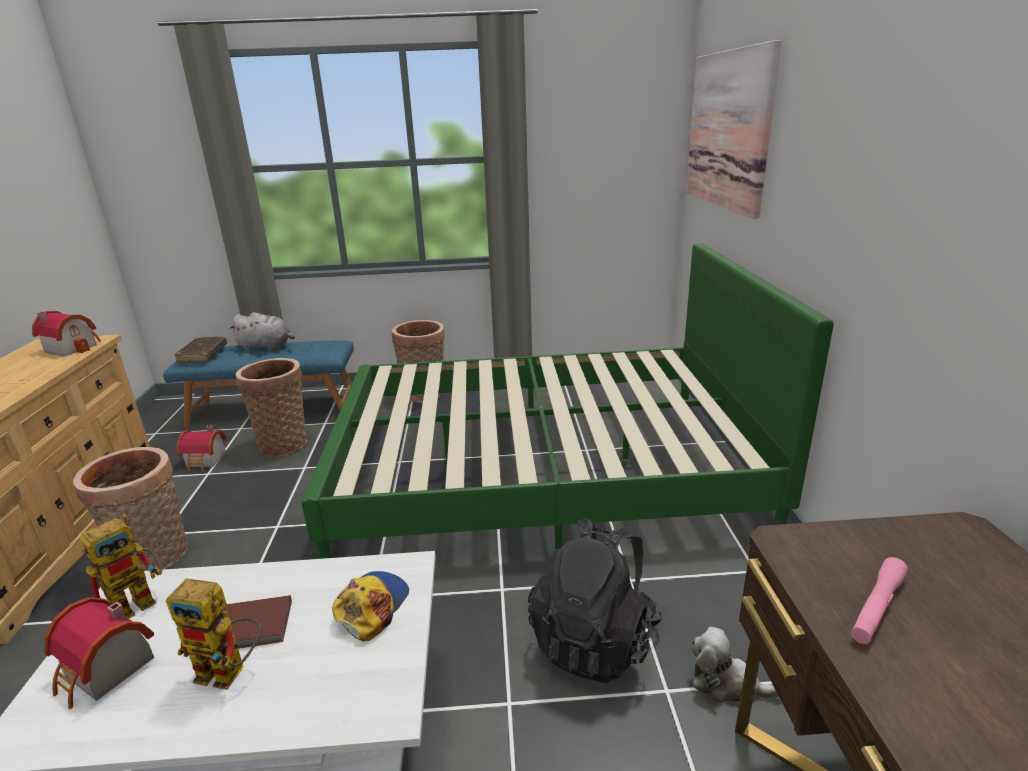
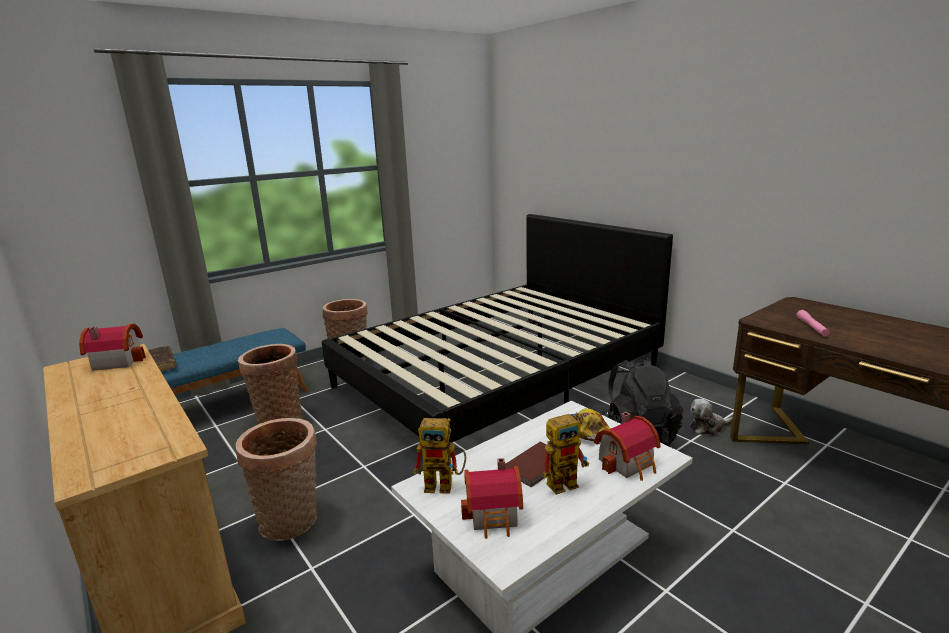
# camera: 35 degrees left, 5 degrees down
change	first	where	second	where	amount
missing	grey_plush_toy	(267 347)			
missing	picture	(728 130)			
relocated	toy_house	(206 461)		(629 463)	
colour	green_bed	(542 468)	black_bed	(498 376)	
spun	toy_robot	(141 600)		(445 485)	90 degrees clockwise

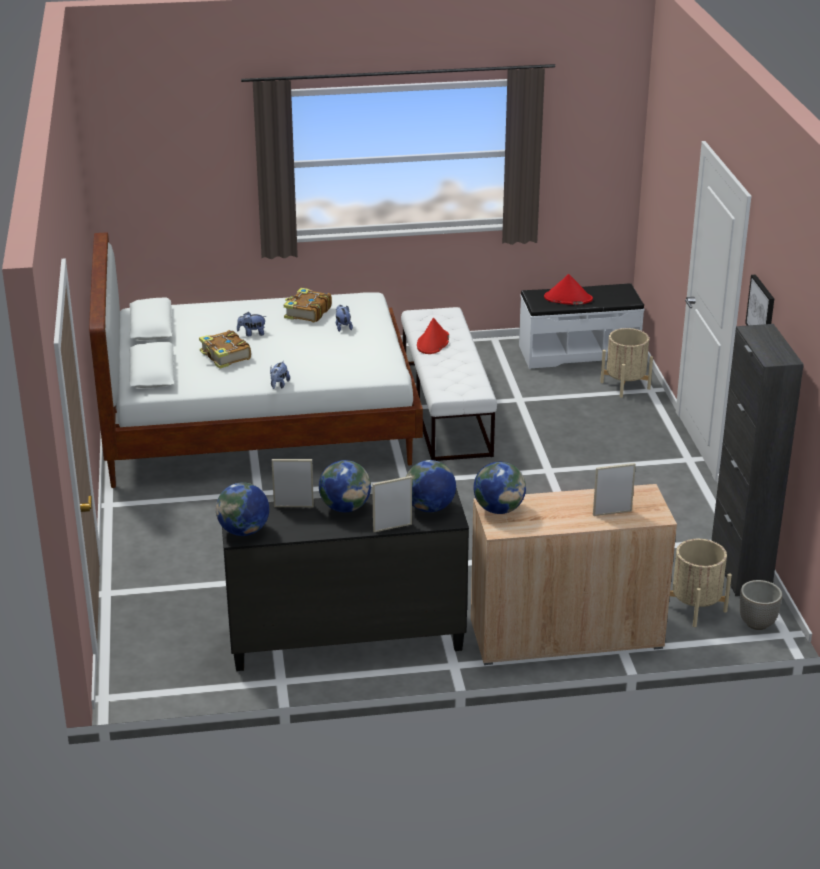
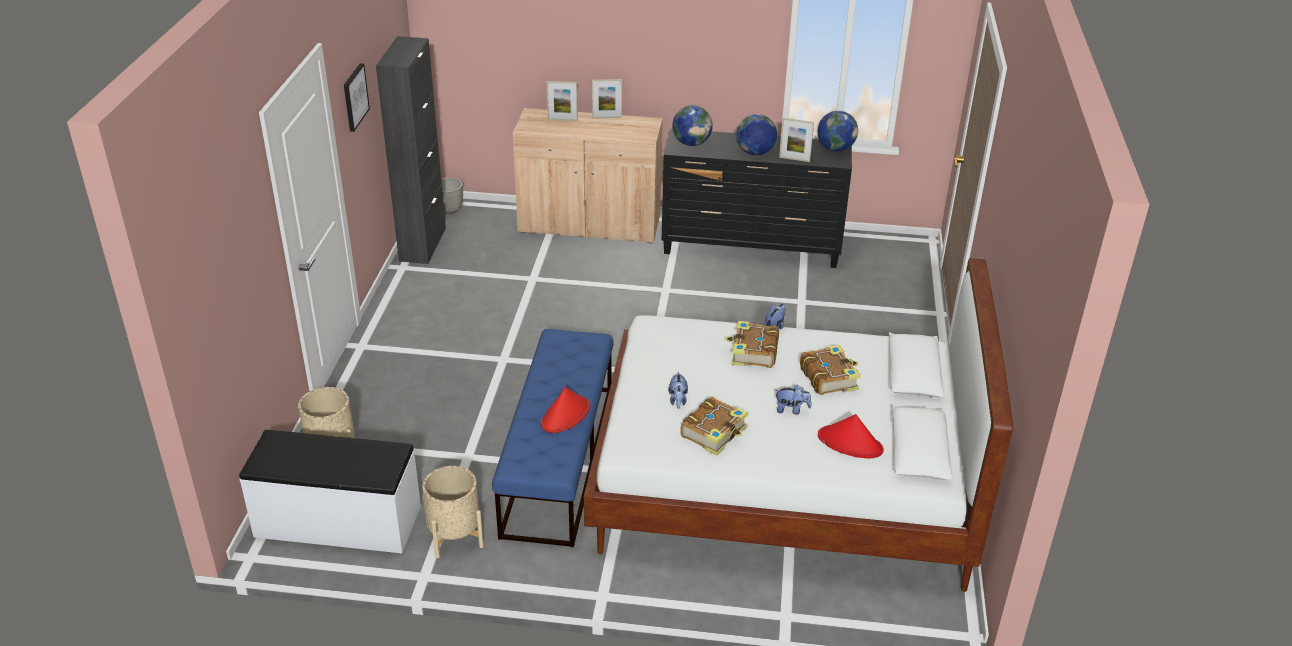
# camera: 165 degrees left, 5 degrees up
change	first	where	second	where	amount
missing	globe	(499 509)			
appeared			book	(753 353)	
relocated	picture_frame	(392 527)		(607 117)	
relocated	red_hat	(568 298)		(850 443)	
relocated	beige_planter	(695 608)		(454 536)	
colour	white_bench	(445 408)	blue_bench	(558 460)	

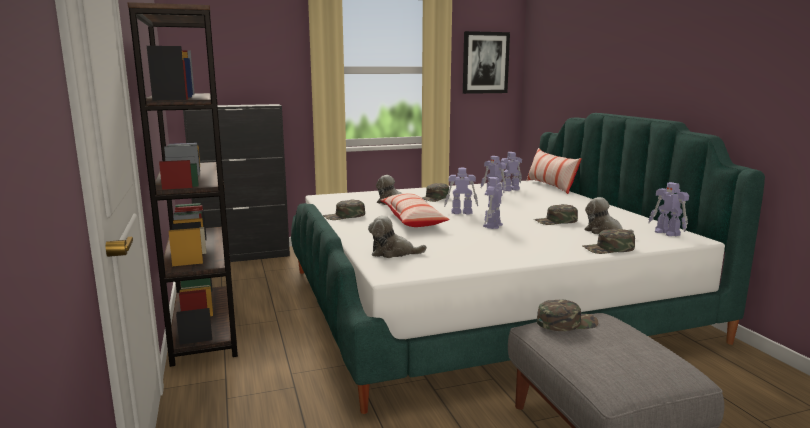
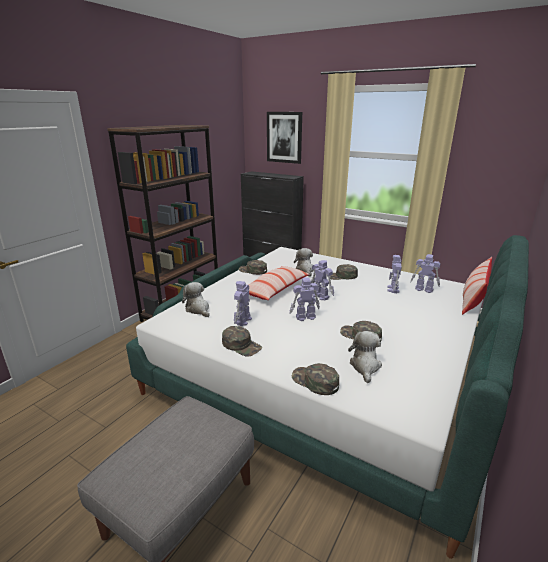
# camera: 50 degrees right, 10 degrees up
change	first	where	second	where	amount
relocated	picture	(485 63)		(284 137)	
relocated	green_cap	(566 322)		(241 345)	
relocated	toy_robot	(667 233)		(242 321)	

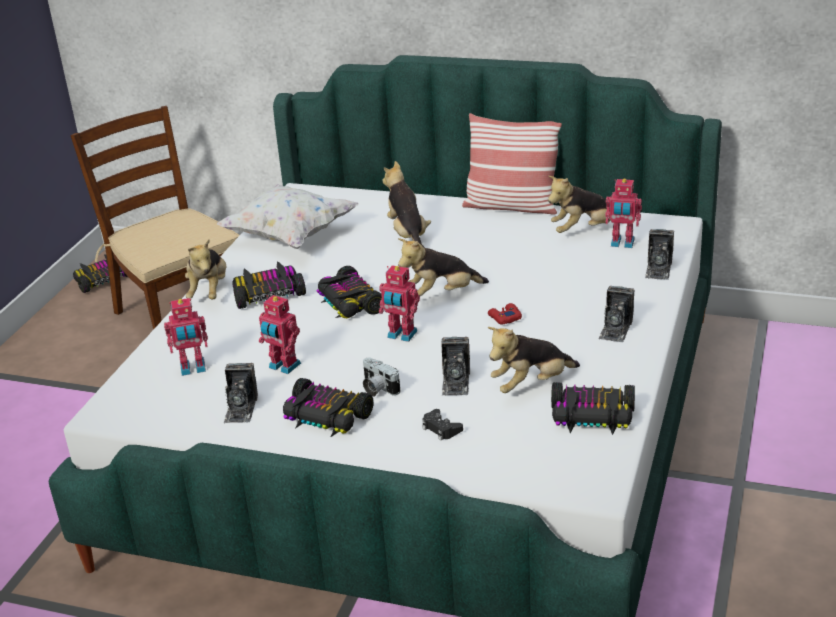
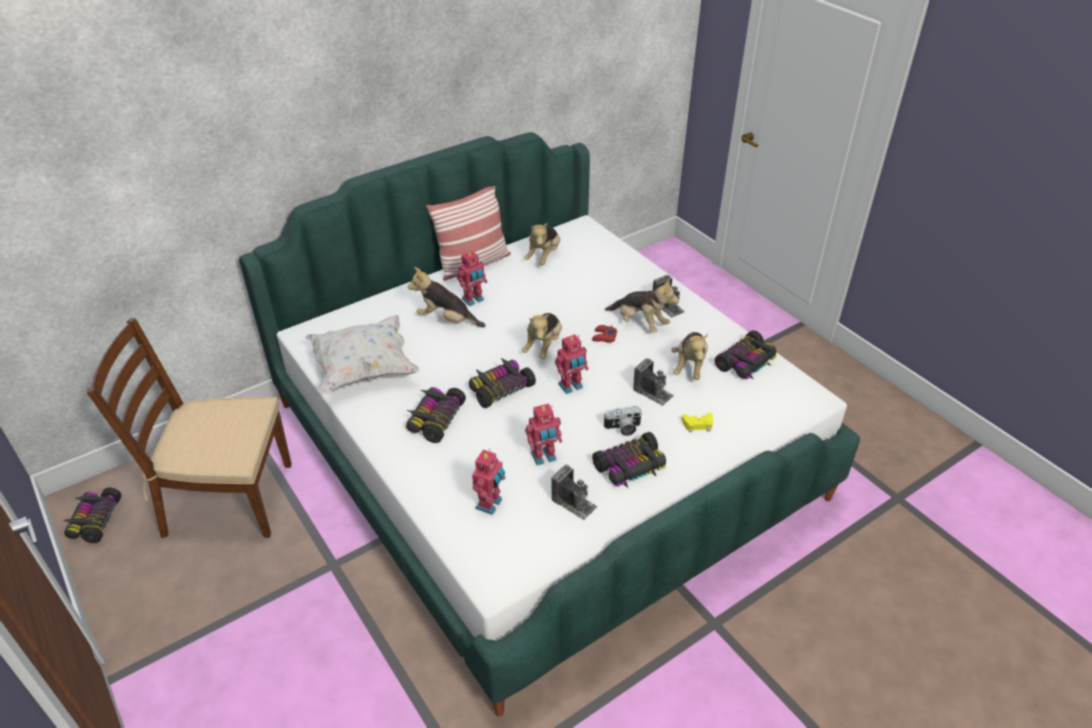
# camera: 55 degrees left, 10 degrees up
change	first	where	second	where	amount
missing	photo_camera	(658 269)			
relocated	plush_toy	(209 291)		(640 323)	
relocated	toy_robot	(622 243)		(473 300)	
colour	black_game_controller	(441 429)	yellow_game_controller	(697 424)	
spun	toy_car	(349 303)		(500 388)	135 degrees clockwise

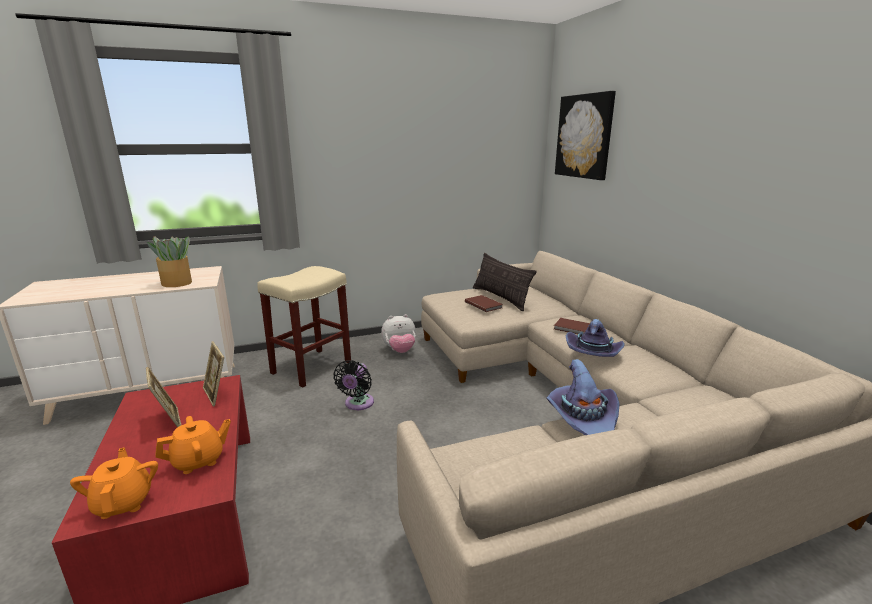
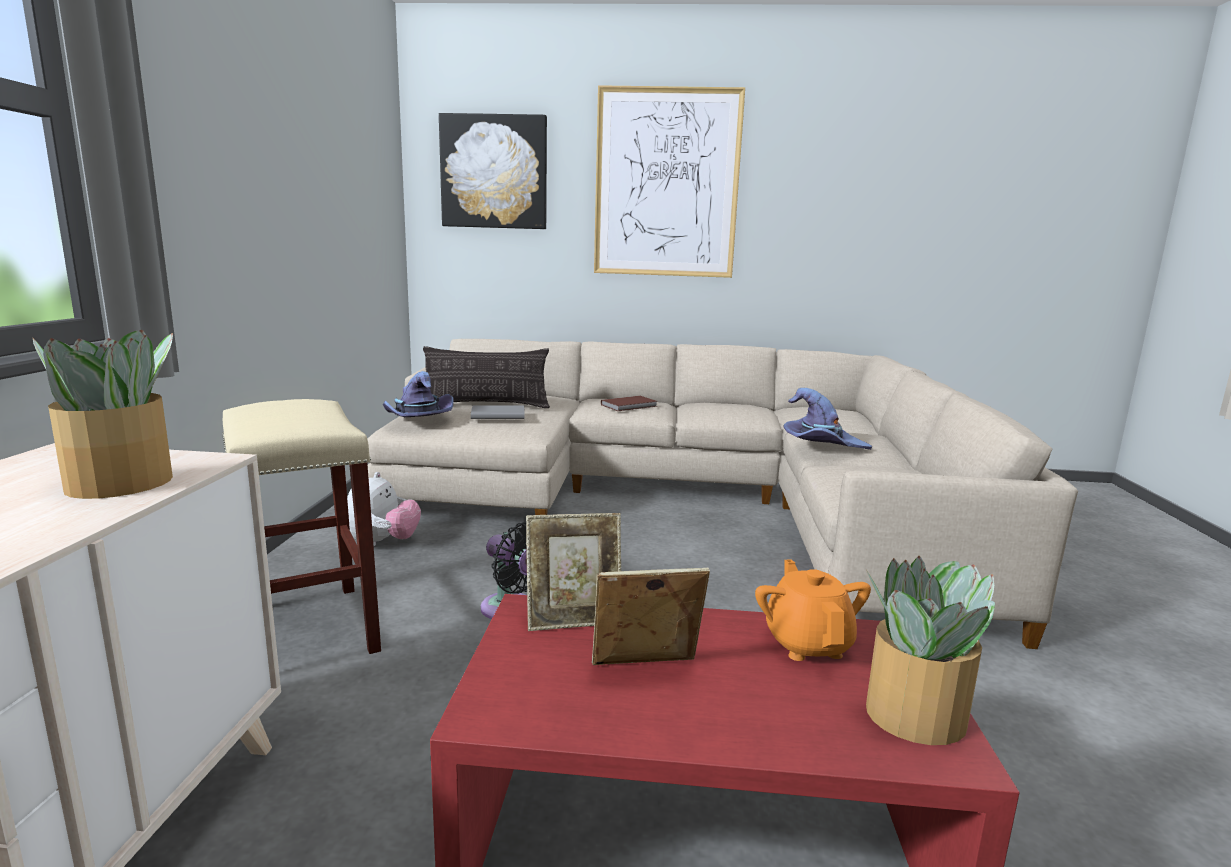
# camera: 65 degrees left, 5 degrees down
change	first	where	second	where	amount
appeared			picture	(666 184)	
relocated	purple_hat	(593 353)		(417 420)	
exchanged	orange_teapot	(124 502)	potted_plant	(912 715)	
colour	brown_book	(483 304)	grey_book	(497 414)	

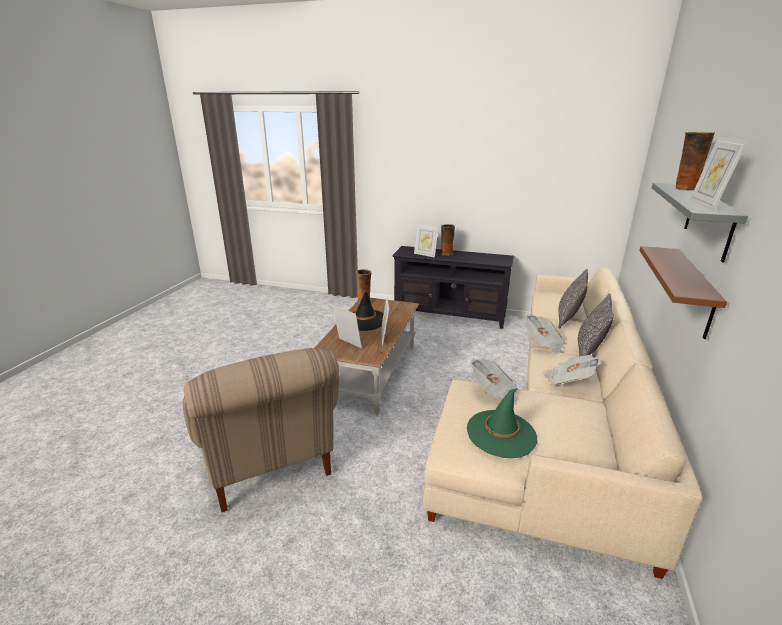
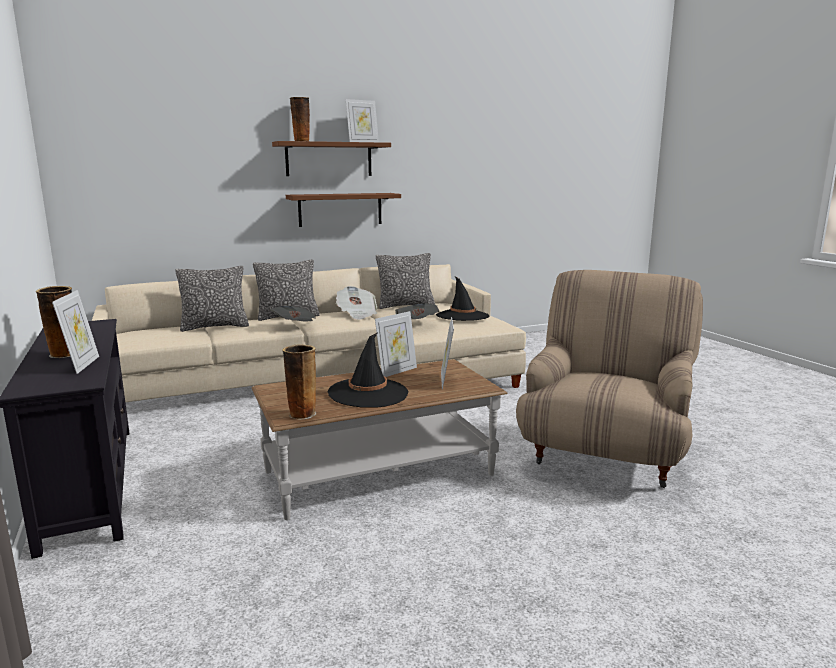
# camera: 130 degrees left, 10 degrees down
change	first	where	second	where	amount
appeared			pillow	(405 306)	
colour	green_hat	(501 433)	black_hat	(462 316)	
colour	grey_shelf	(709 221)	brown_shelf	(329 159)	

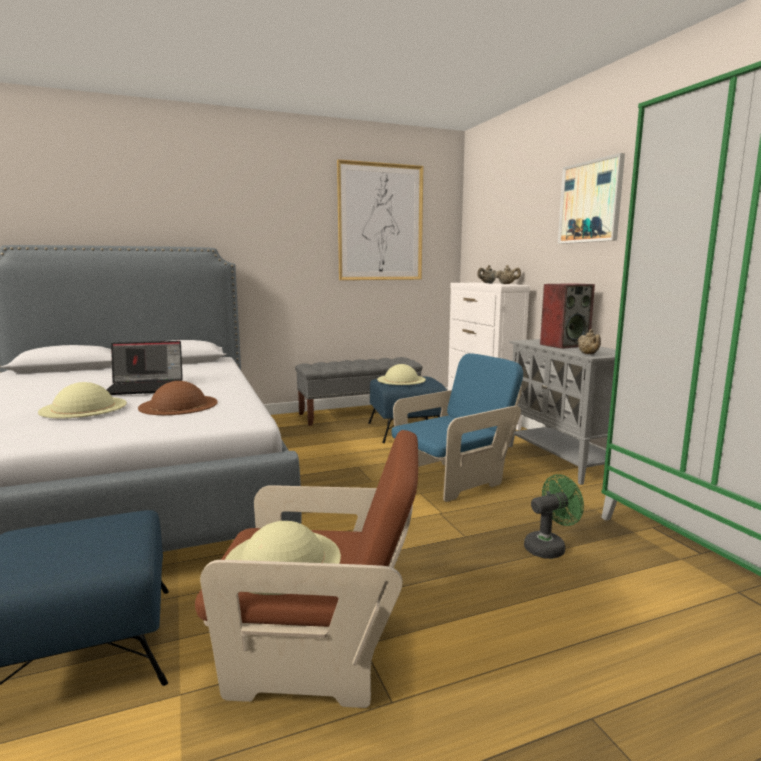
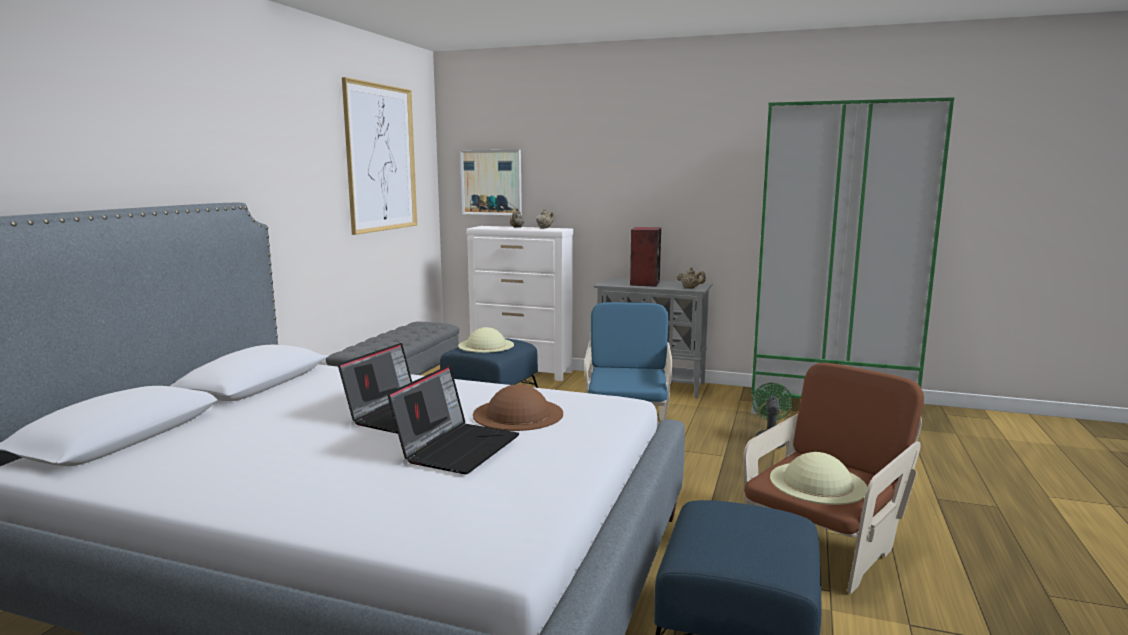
# camera: 50 degrees left, 0 degrees up
change	first	where	second	where	amount
relocated	picture	(590 202)		(491 182)	
exchanged	beige_hat	(83 407)	laptop	(457 447)	

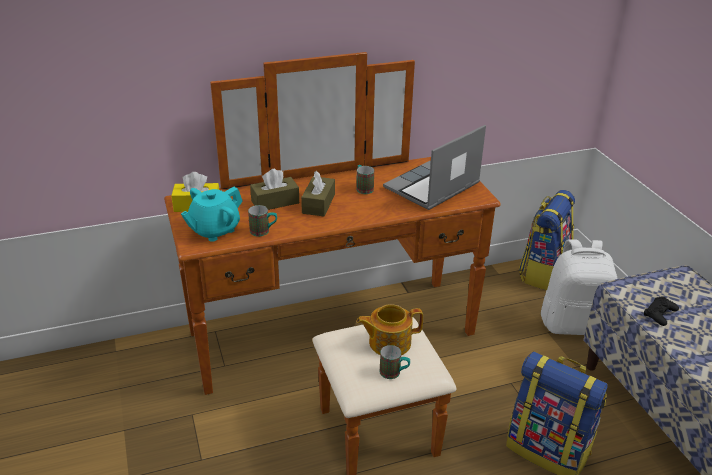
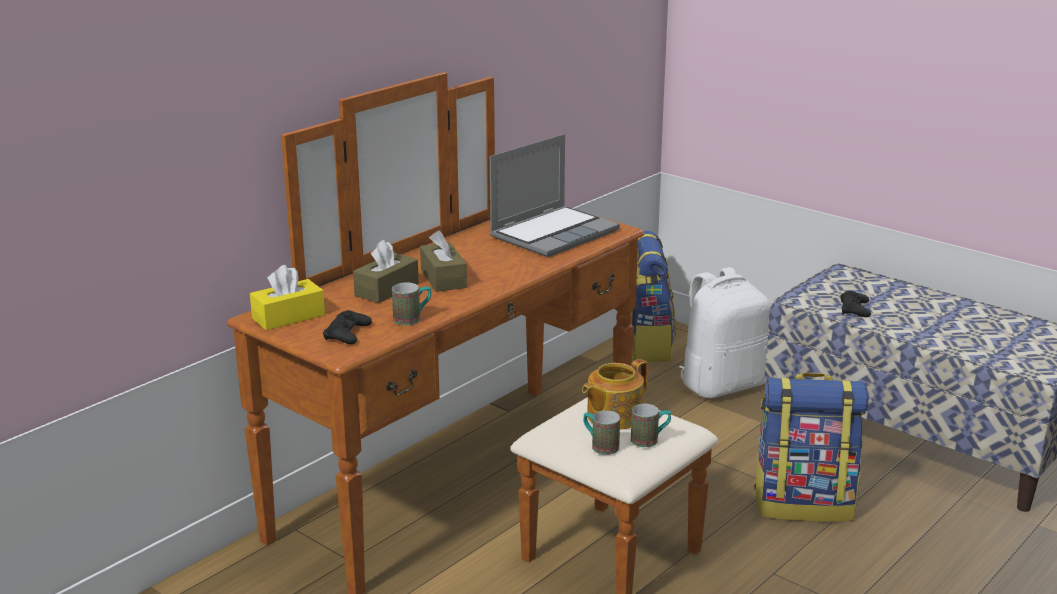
# camera: 30 degrees left, 10 degrees down
change	first	where	second	where	amount
relocated	mug	(363 188)		(600 446)	
exchanged	turquoise_teapot	(214 230)	black_game_controller	(347 333)	
spun	laptop	(432 187)		(554 233)	150 degrees counterclockwise

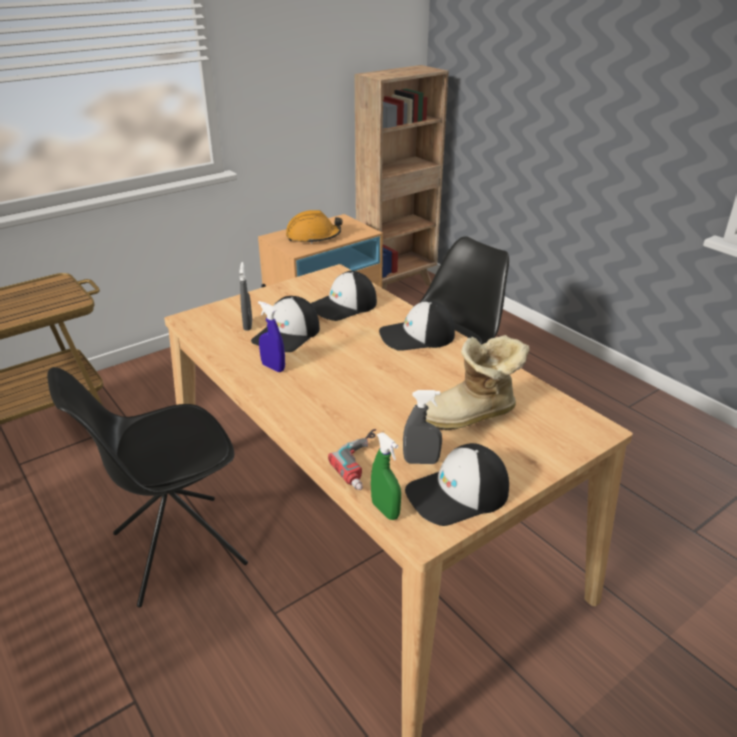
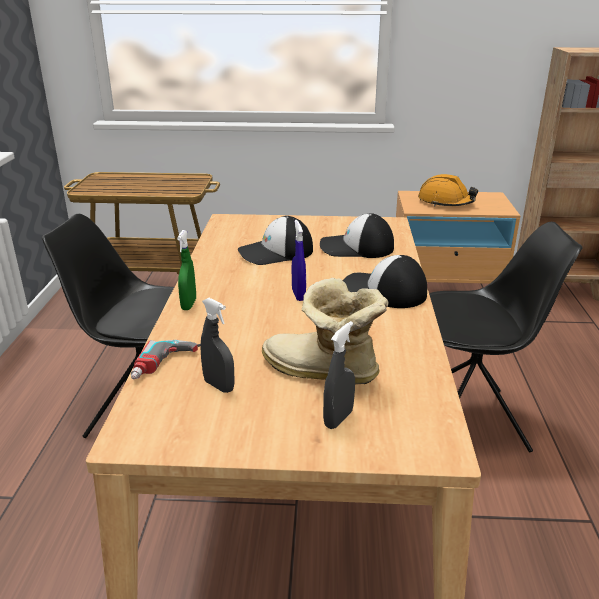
# camera: 40 degrees right, 5 degrees down
change	first	where	second	where	amount
missing	cap	(458 494)			
relocated	grey_spray_bottle	(248 325)		(338 419)	
relocated	blue_spray_bottle	(273 367)		(298 295)	
relocated	green_spray_bottle	(385 510)		(189 304)	

